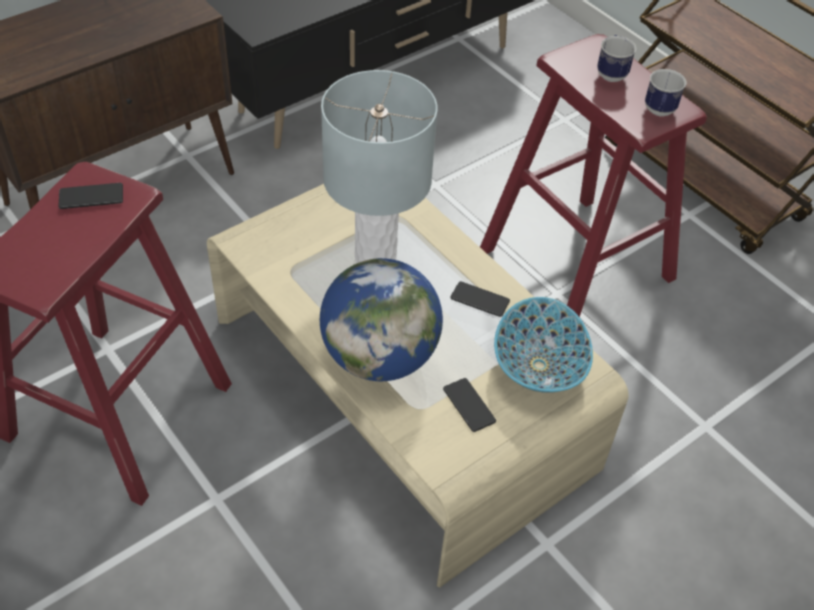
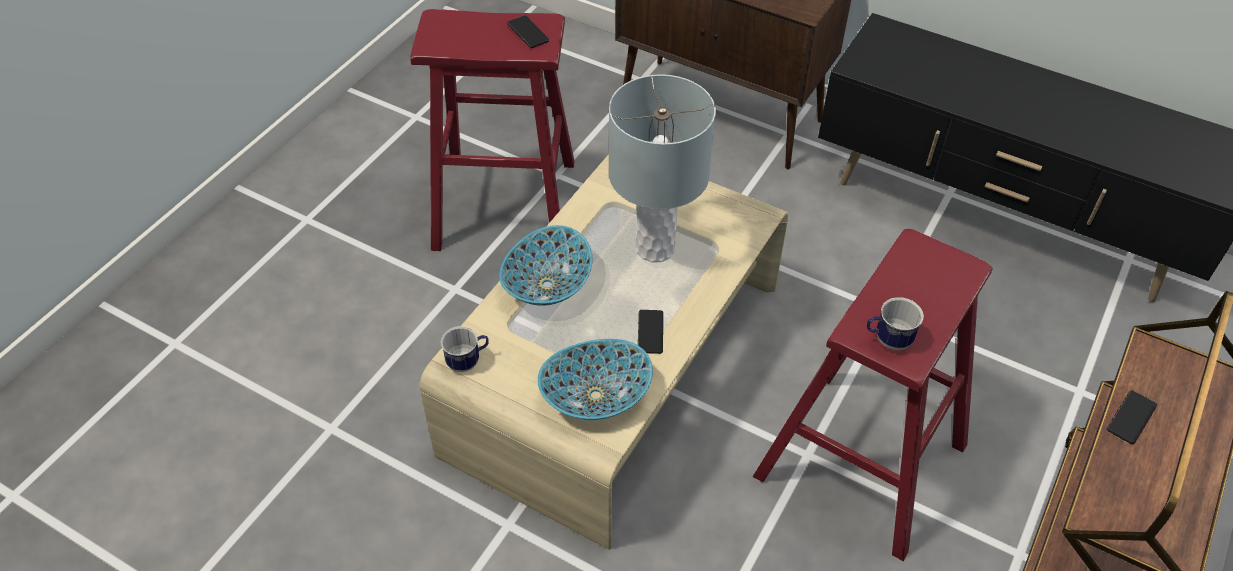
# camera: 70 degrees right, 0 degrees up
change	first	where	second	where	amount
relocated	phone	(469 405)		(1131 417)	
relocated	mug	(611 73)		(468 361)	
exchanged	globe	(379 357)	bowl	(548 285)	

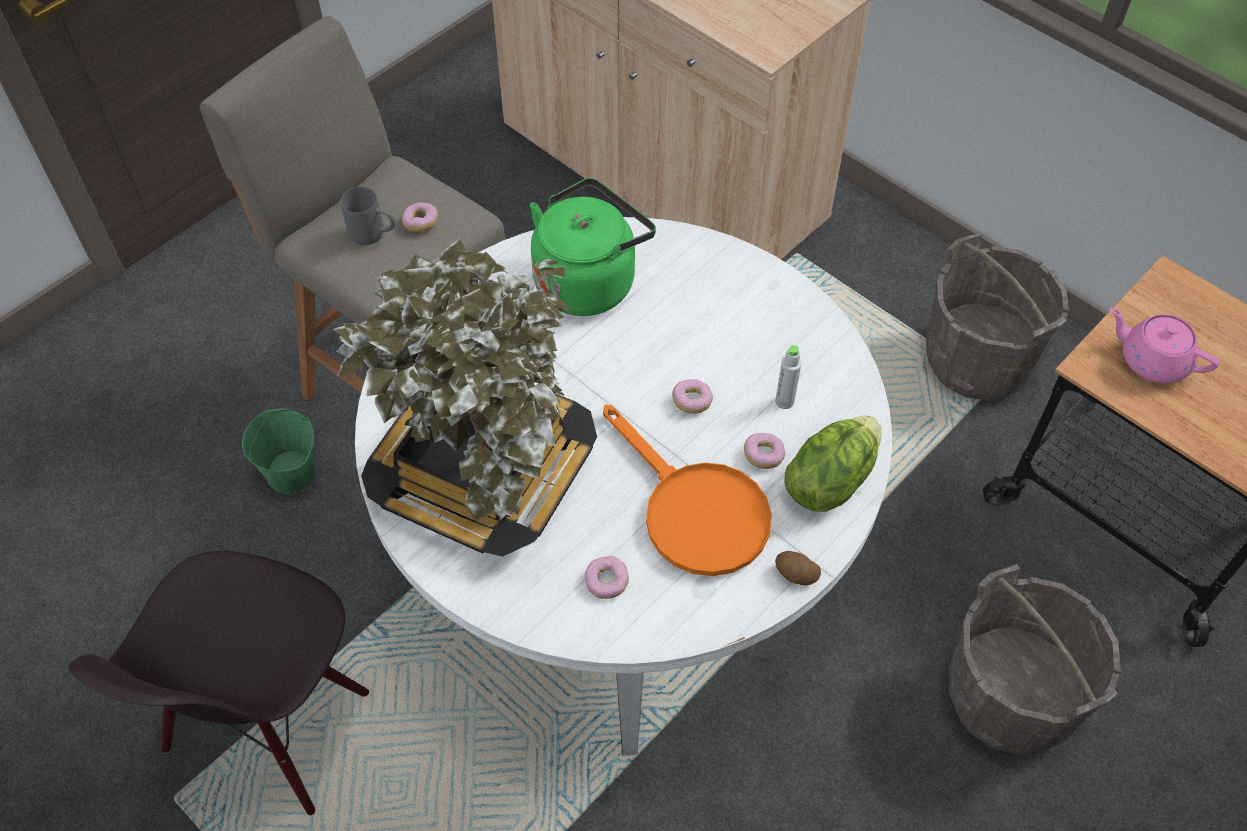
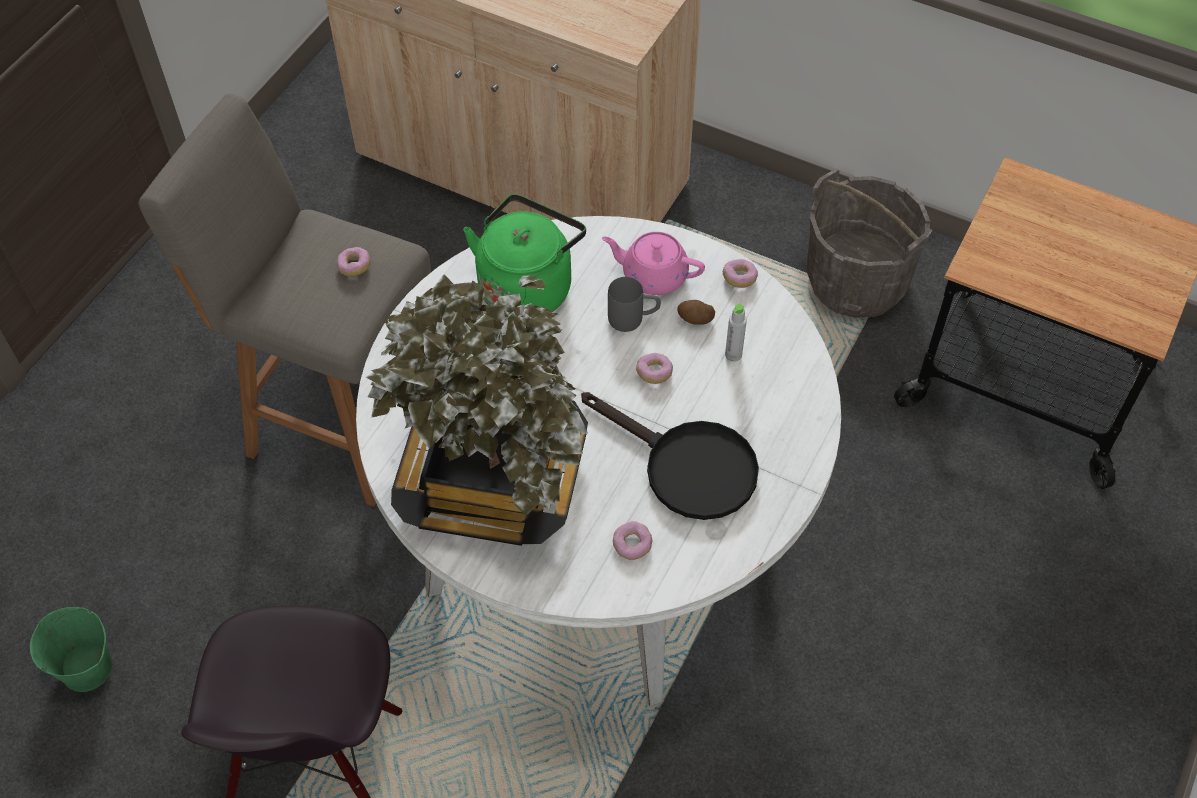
# camera: 15 degrees left, 0 degrees up
change	first	where	second	where	amount
missing	lettuce	(828 480)			
missing	grey_bucket	(1010 696)			
relocated	green_bucket	(292 473)		(87 668)	
relocated	grey_mug	(374 234)		(633 319)	
relocated	donut	(763 456)		(739 278)	
relocated	potato	(795 575)		(695 319)	
relocated	pink_teapot	(1151 360)		(653 275)	
colour	orange_frying_pan	(694 510)	black_frying_pan	(686 466)	

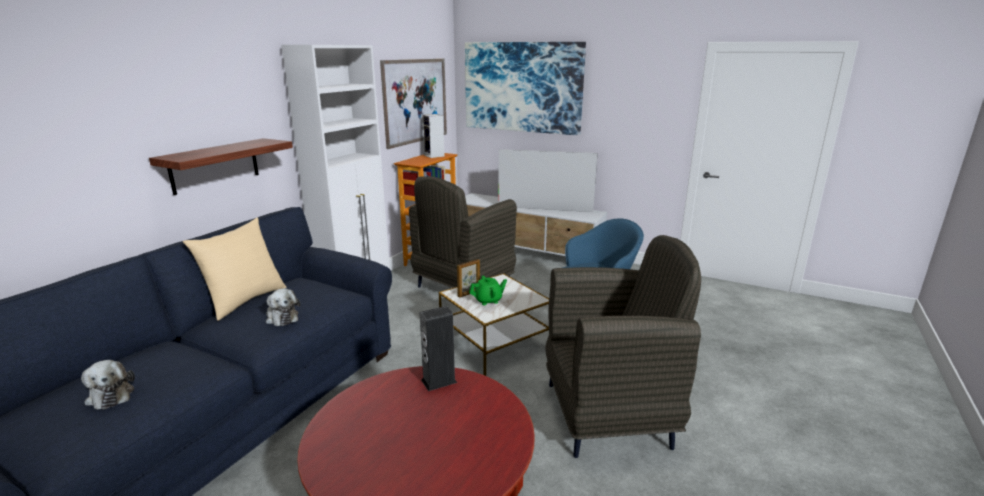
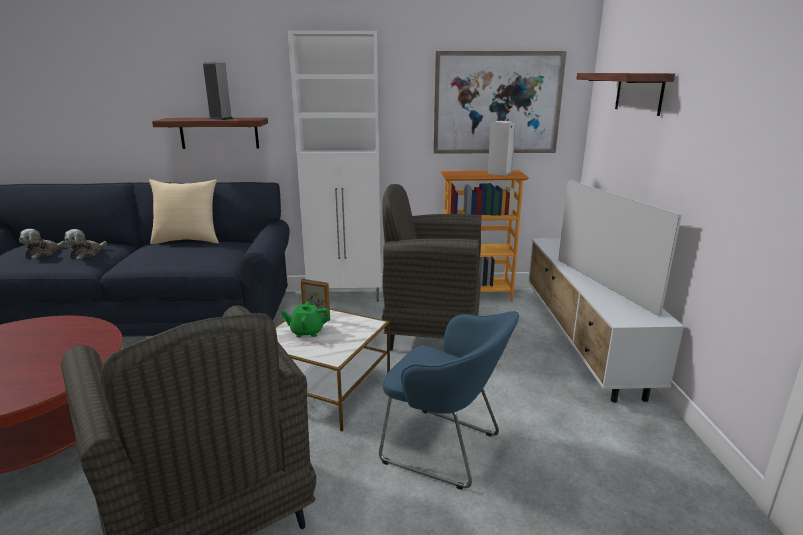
# camera: 60 degrees right, 0 degrees up
change	first	where	second	where	amount
relocated	plush_toy	(281 317)		(87 253)	
relocated	speaker	(439 381)		(221 119)	
exchanged	picture	(522 87)	shelf	(639 92)	
spun	green_teapot	(488 300)		(306 332)	135 degrees clockwise

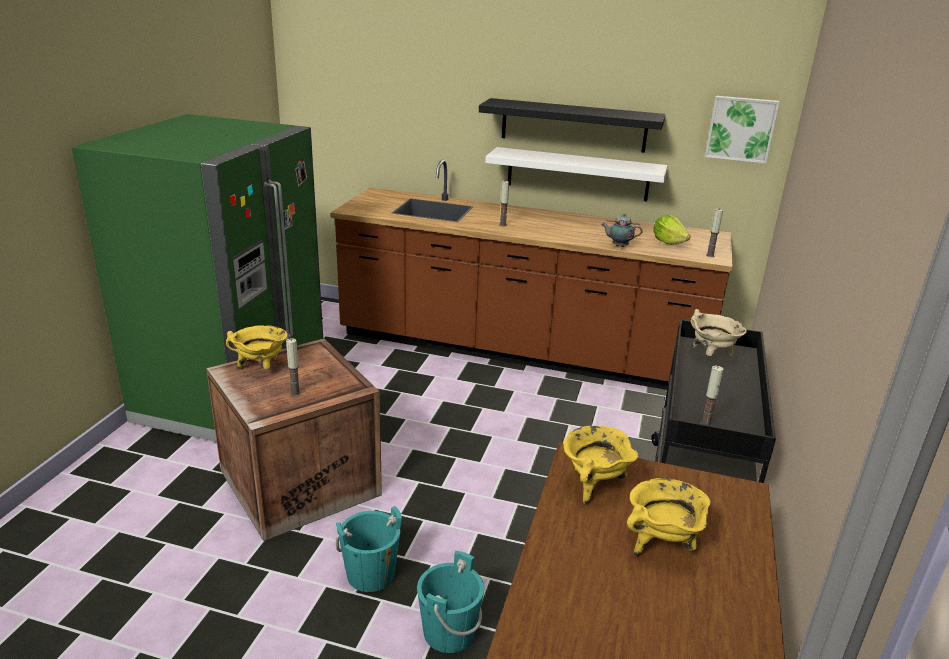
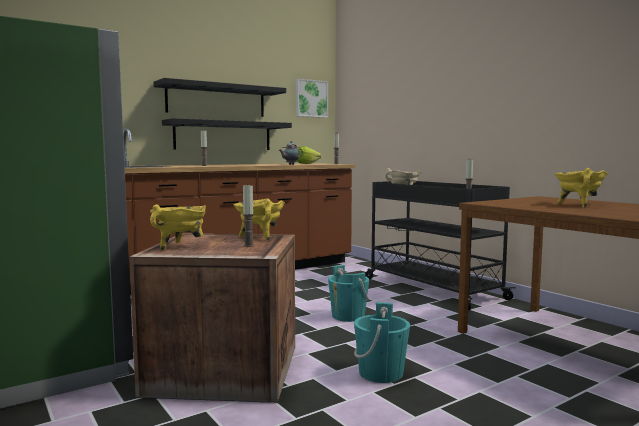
# camera: 50 degrees left, 20 degrees down
change	first	where	second	where	amount
relocated	turquoise_bucket	(449 632)		(348 316)	
relocated	yellow_cooking_pot	(594 486)		(259 237)	
colour	white_shelf	(577 174)	black_shelf	(223 136)	

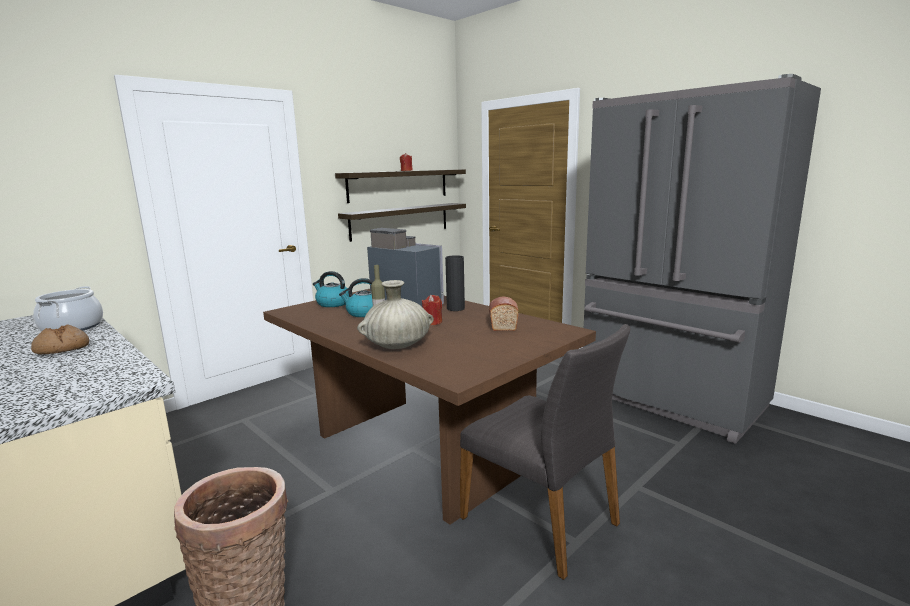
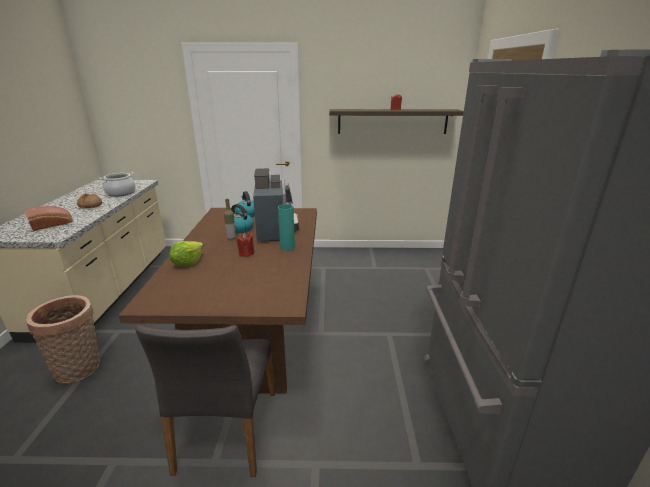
# camera: 45 degrees right, 10 degrees up
change	first	where	second	where	amount
missing	shelf	(400 221)			
relocated	bread	(502 323)		(52 224)	
exchanged	beige_vase	(397 346)	lettuce	(187 263)	
colour	black_vase	(455 308)	turquoise_vase	(287 247)	

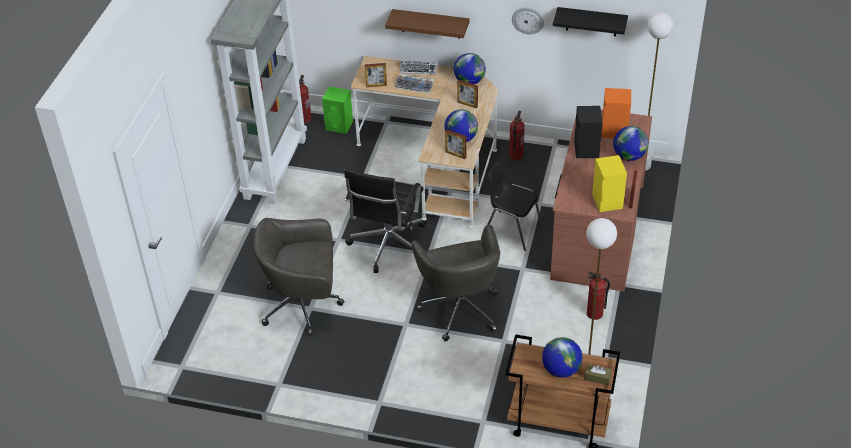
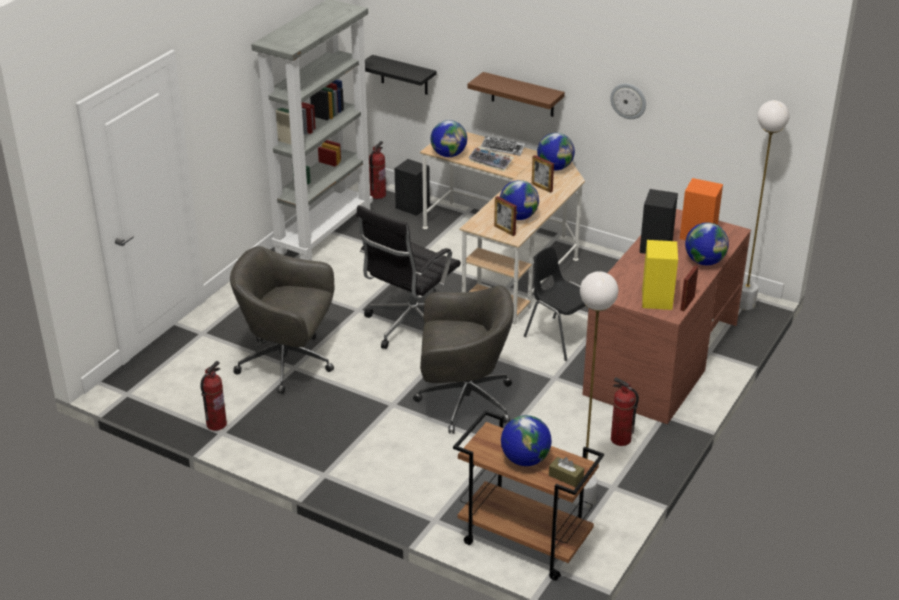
# camera: 15 degrees right, 10 degrees down
change	first	where	second	where	amount
relocated	fire_extinguisher	(516 155)		(216 424)	
relocated	black_shelf	(591 21)		(404 75)	
exchanged	picture_frame	(376 85)	globe	(449 155)	
colour	green_speaker	(339 125)	black_speaker	(413 207)	
spun	grey_office_chair	(460 308)		(463 401)	90 degrees counterclockwise

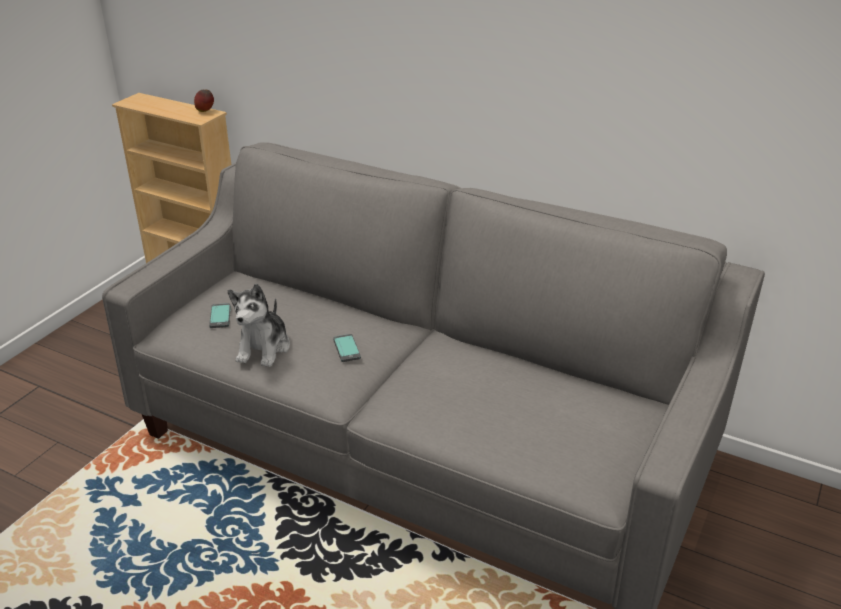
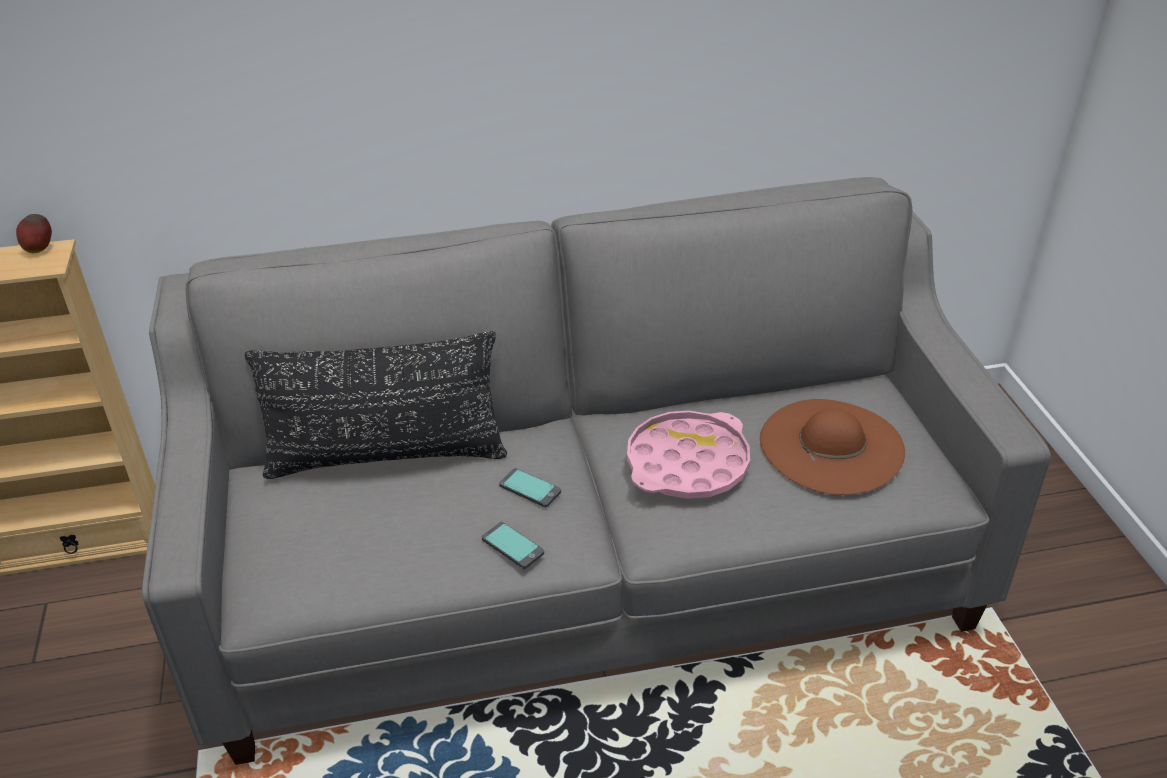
# camera: 40 degrees left, 5 degrees up
change	first	where	second	where	amount
missing	plush_toy	(264 348)			
appeared			black_pillow	(386 456)	
appeared			pink_tray	(687 464)	
appeared			brown_hat	(831 445)	
relocated	phone	(220 316)		(513 546)	

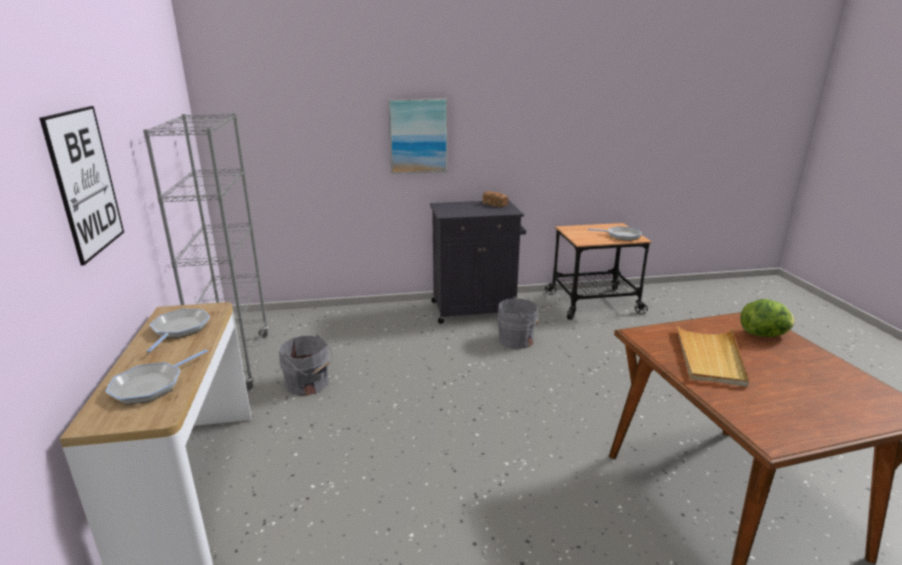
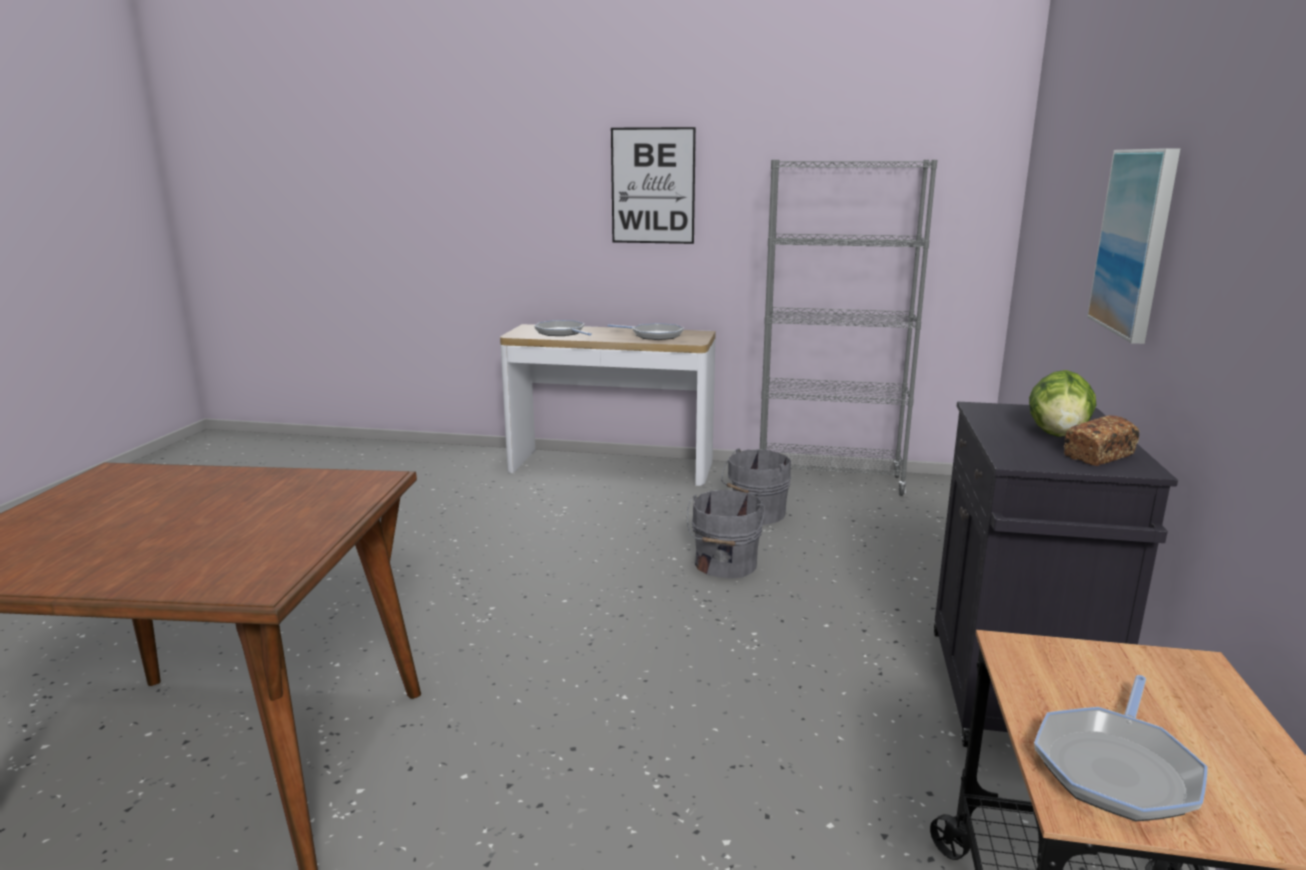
# camera: 110 degrees right, 5 degrees down
change	first	where	second	where	amount
missing	beige_tray	(709 357)			
relocated	grey_bucket	(517 340)		(724 565)	
relocated	lettuce	(763 335)		(1058 434)	

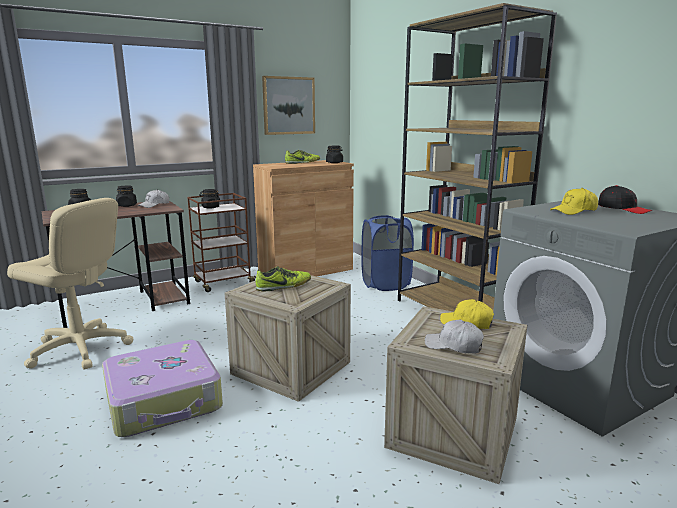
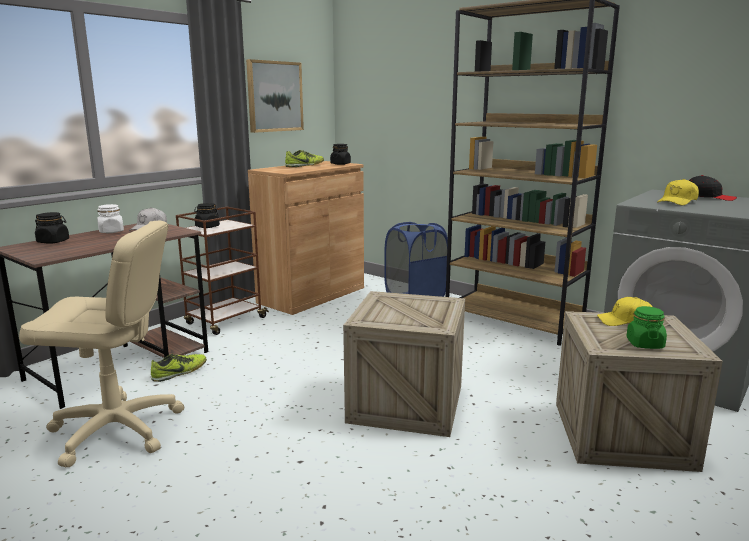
# camera: 20 degrees left, 0 degrees up
change	first	where	second	where	amount
missing	suitcase	(164 400)			
relocated	shoe	(284 287)		(180 372)	
exchanged	white_cap	(454 346)	green_jar	(644 344)	
colour	black_jar	(127 205)	white_jar	(111 231)	

